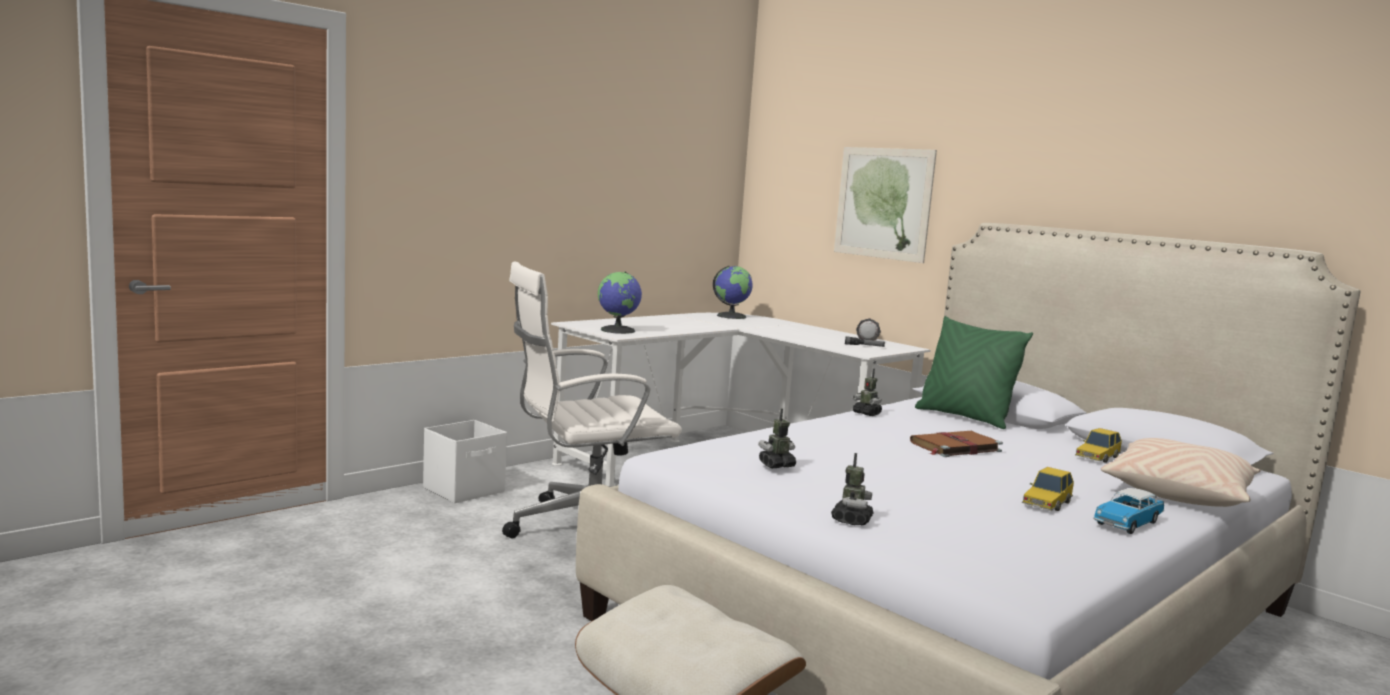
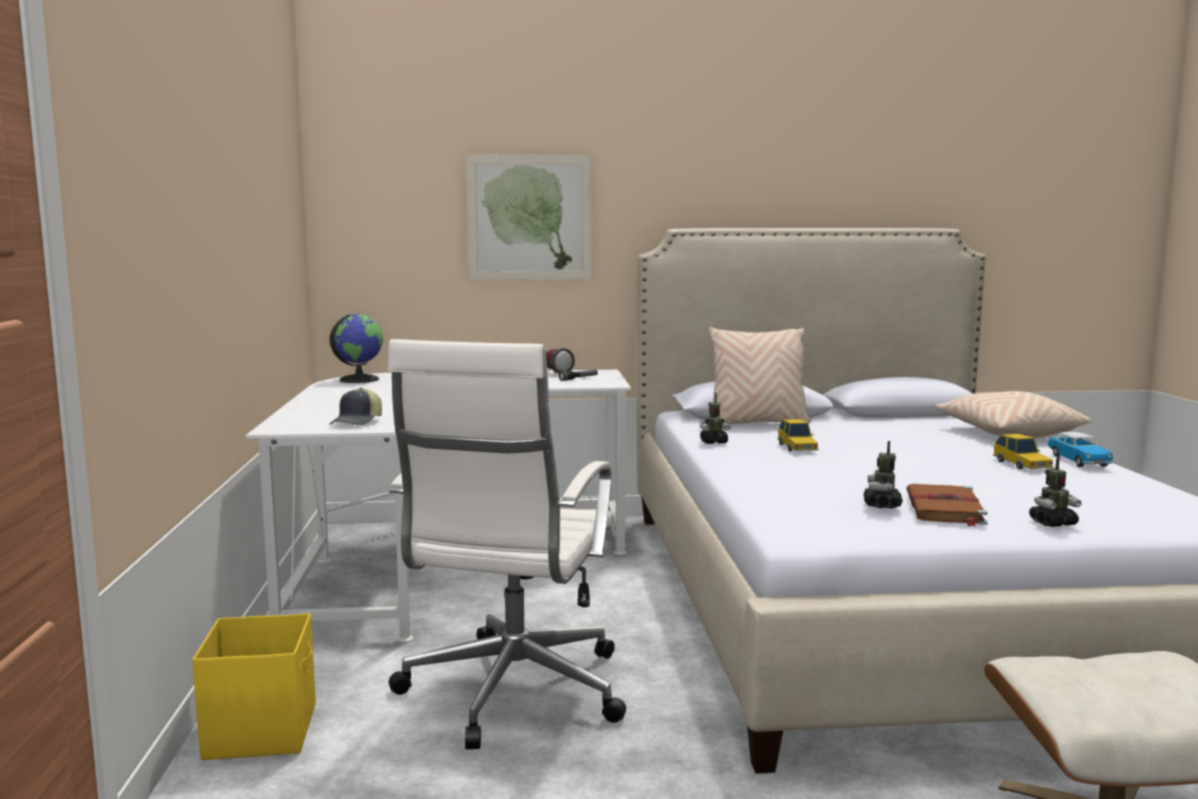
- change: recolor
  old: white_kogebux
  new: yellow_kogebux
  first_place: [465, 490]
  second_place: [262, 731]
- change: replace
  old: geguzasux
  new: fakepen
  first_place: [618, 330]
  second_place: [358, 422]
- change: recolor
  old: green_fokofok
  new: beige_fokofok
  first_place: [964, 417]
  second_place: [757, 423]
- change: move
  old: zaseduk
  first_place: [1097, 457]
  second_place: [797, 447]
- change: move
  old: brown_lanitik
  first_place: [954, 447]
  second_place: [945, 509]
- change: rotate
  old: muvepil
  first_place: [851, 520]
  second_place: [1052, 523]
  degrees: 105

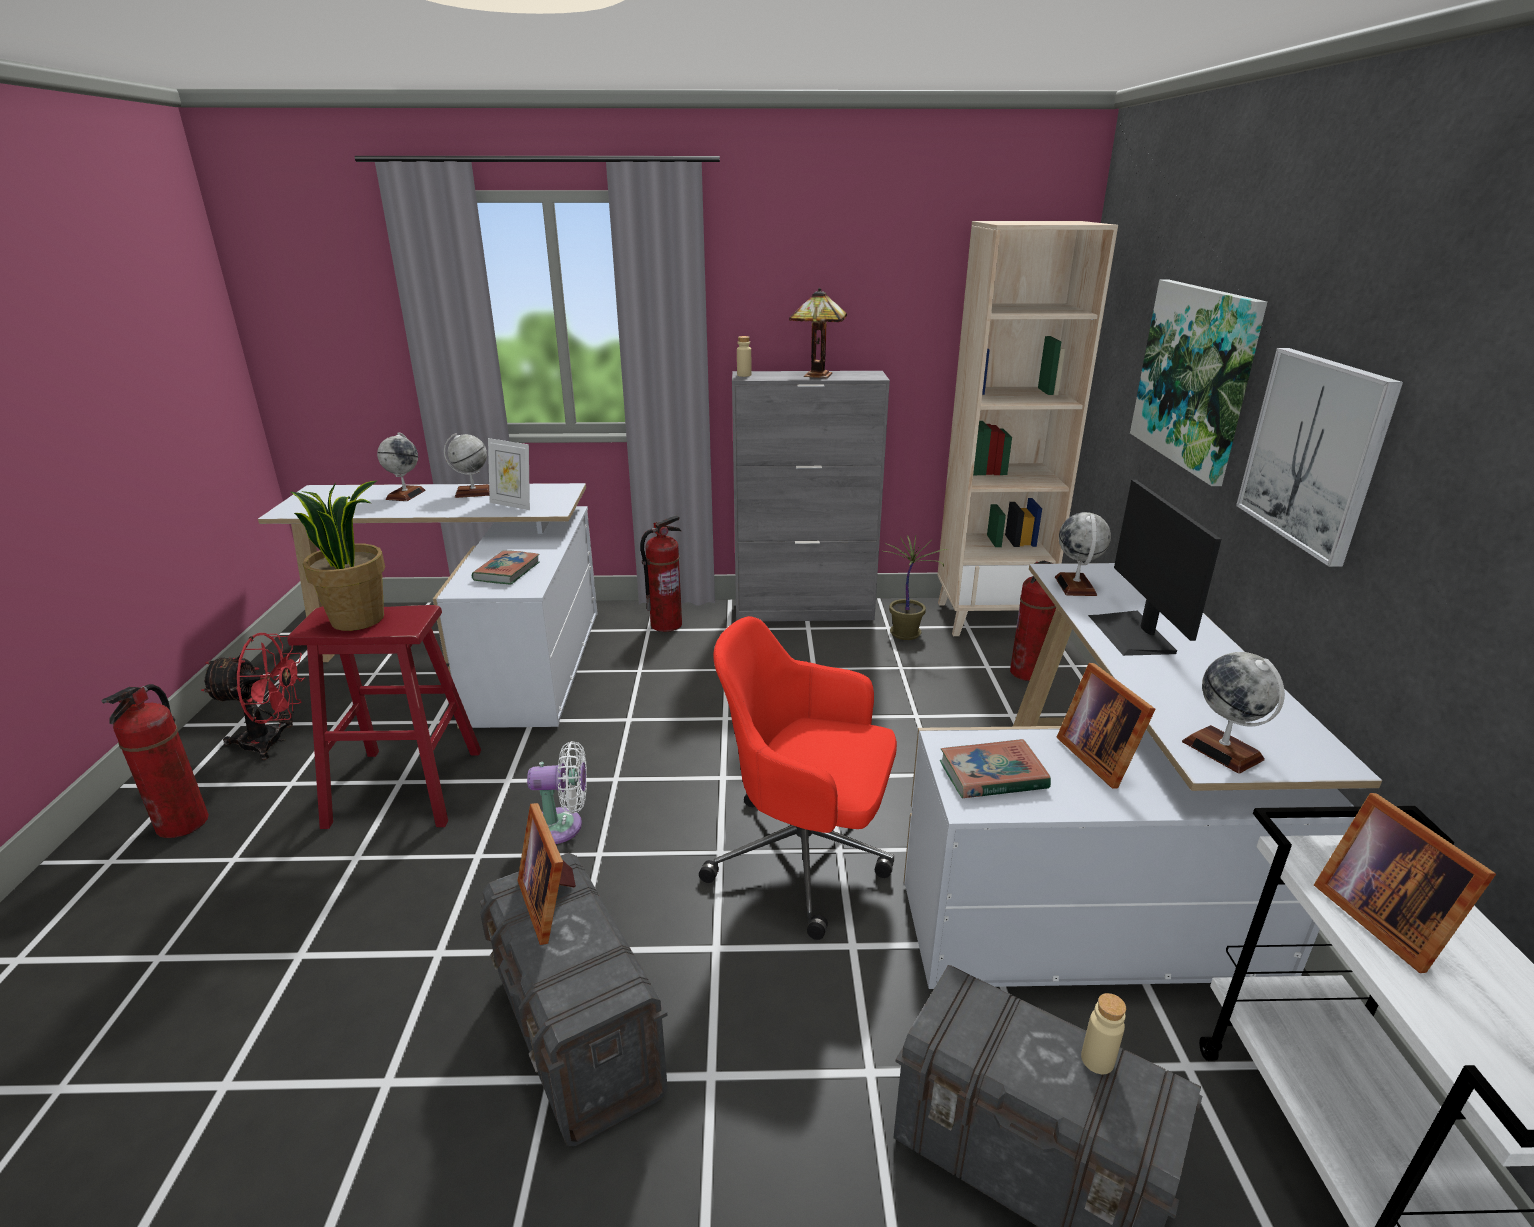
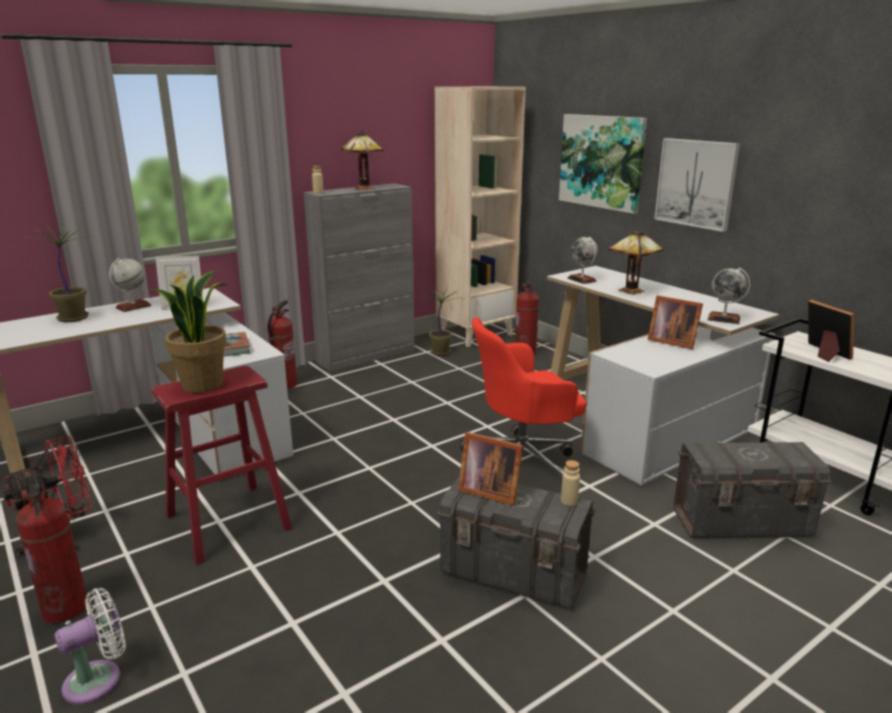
- change: replace
  old: geguzasux
  new: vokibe
  first_place: [405, 495]
  second_place: [74, 318]
- change: move
  old: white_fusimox
  first_place: [562, 826]
  second_place: [98, 679]
- change: move
  old: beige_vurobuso
  first_place: [1097, 1060]
  second_place: [569, 501]
- change: replace
  old: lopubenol
  new: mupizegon
  first_place: [1133, 634]
  second_place: [633, 291]
- change: rotate
  old: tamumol
  first_place: [1380, 917]
  second_place: [824, 353]
  degrees: -150
- change: delete
  old: lanitik
  first_place: [992, 775]

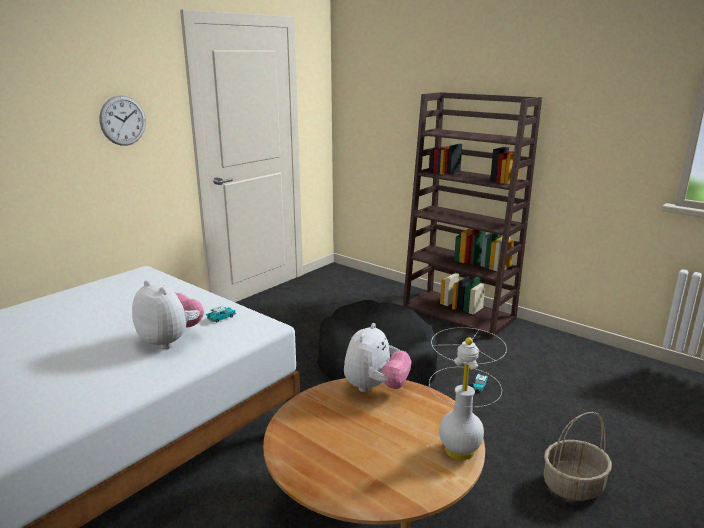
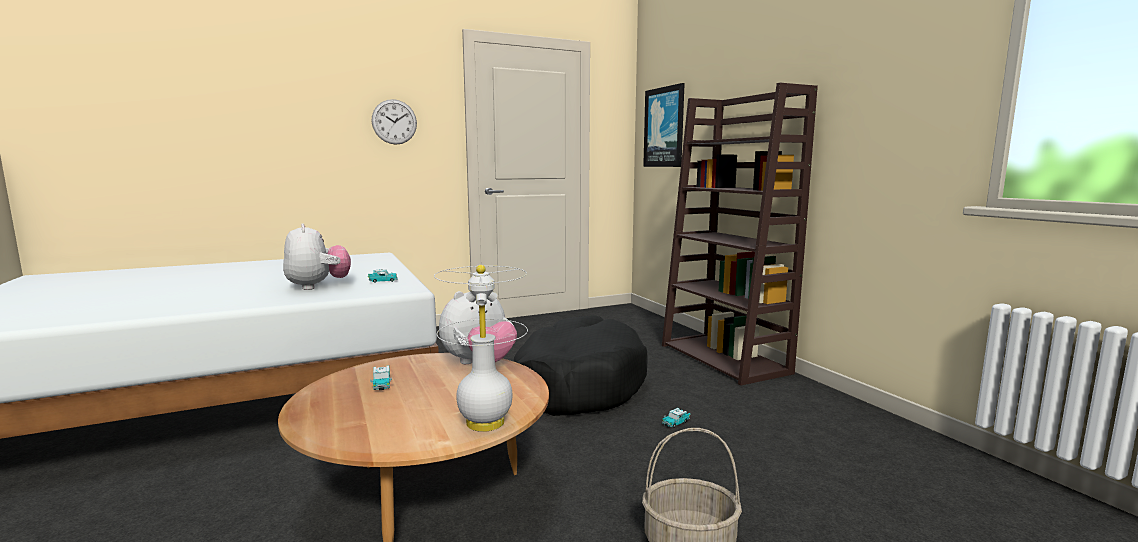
- change: insert
  new: zaseduk
  second_place: [382, 384]
- change: insert
  new: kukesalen
  second_place: [664, 127]

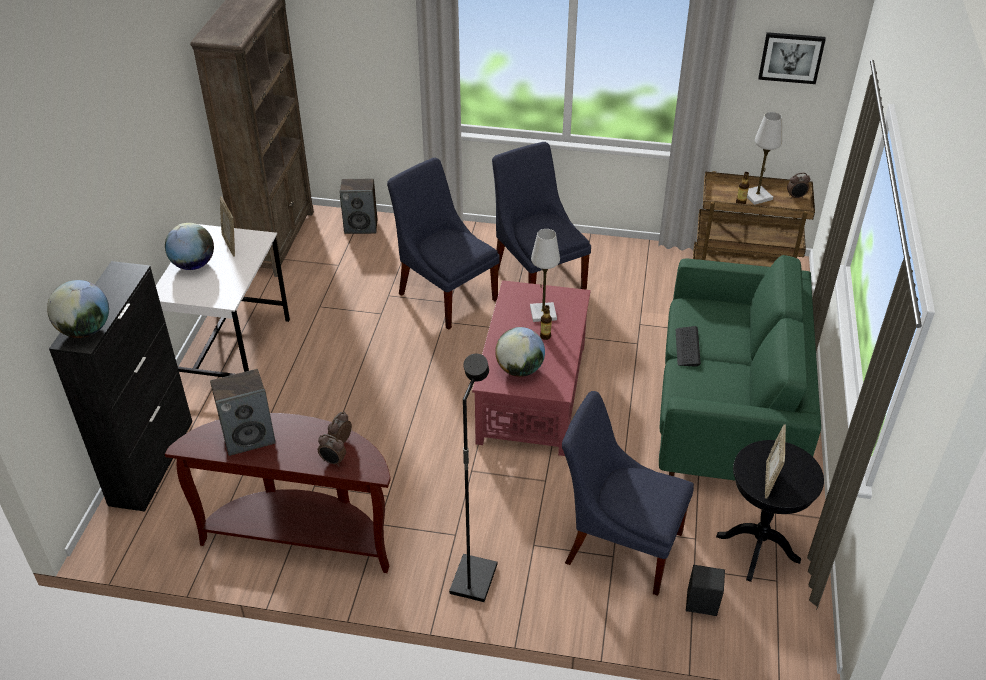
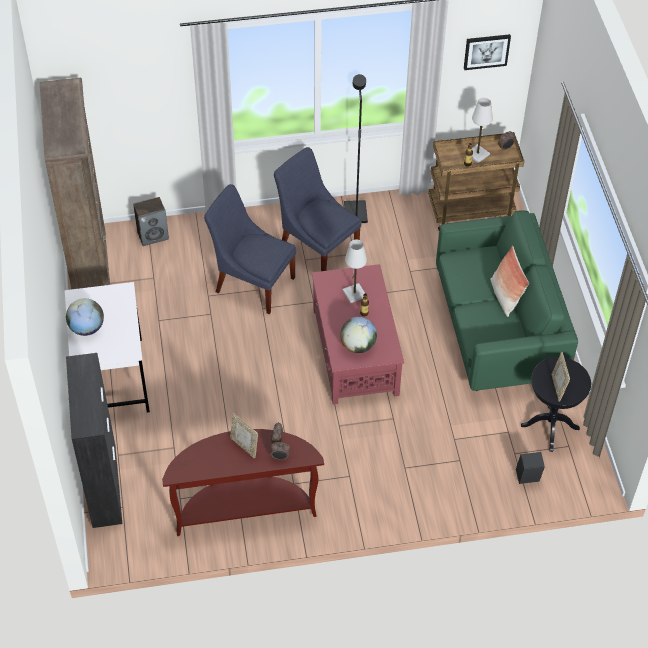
- change: move
  old: tamumol
  first_place: [231, 244]
  second_place: [244, 446]
- change: move
  old: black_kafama
  first_place: [472, 579]
  second_place: [354, 213]
- change: insert
  new: fokofok
  second_place: [505, 297]
- change: delete
  old: geguzasux
  first_place: [85, 330]
- change: delete
  old: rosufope
  first_place: [249, 437]
- change: delete
  old: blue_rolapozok
  first_place: [619, 544]
- change: delete
  old: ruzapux
  first_place: [687, 347]

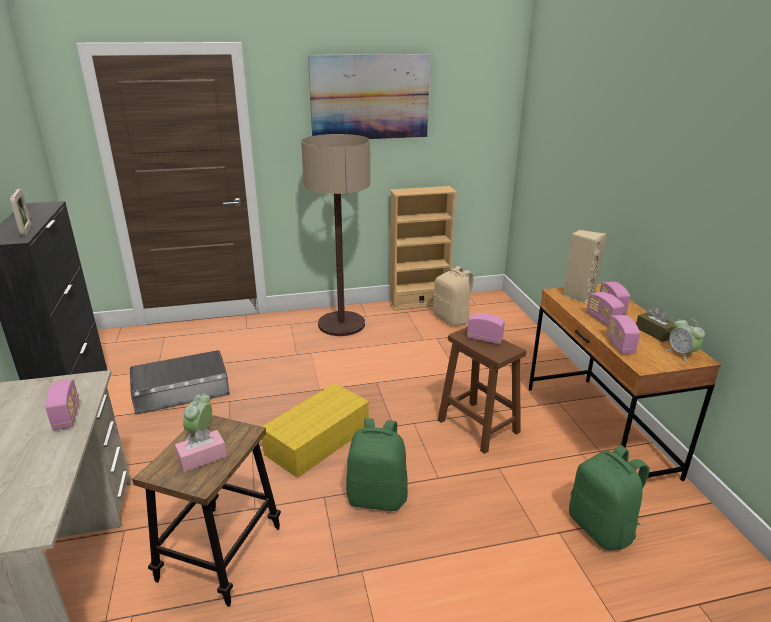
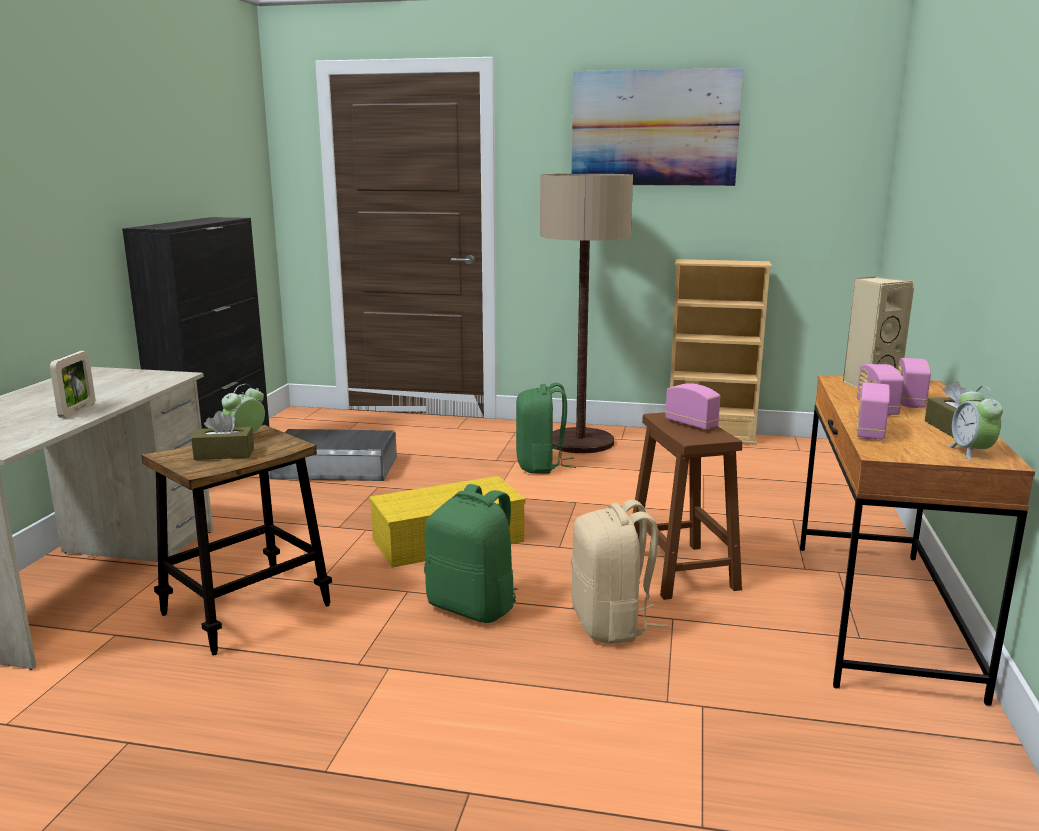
- change: move
  old: tamumol
  first_place: [26, 230]
  second_place: [77, 411]
- change: recolor
  old: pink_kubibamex
  new: brown_kubibamex
  first_place: [202, 458]
  second_place: [224, 454]
- change: move
  old: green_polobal
  first_place: [602, 528]
  second_place: [541, 466]
- change: move
  old: beige_polobal
  first_place: [452, 319]
  second_place: [612, 624]
- change: delete
  old: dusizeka
  first_place: [67, 416]

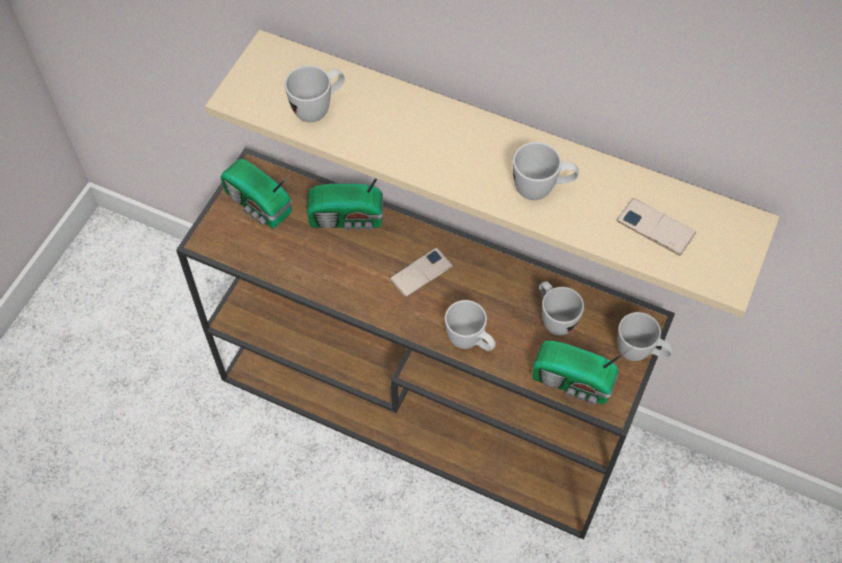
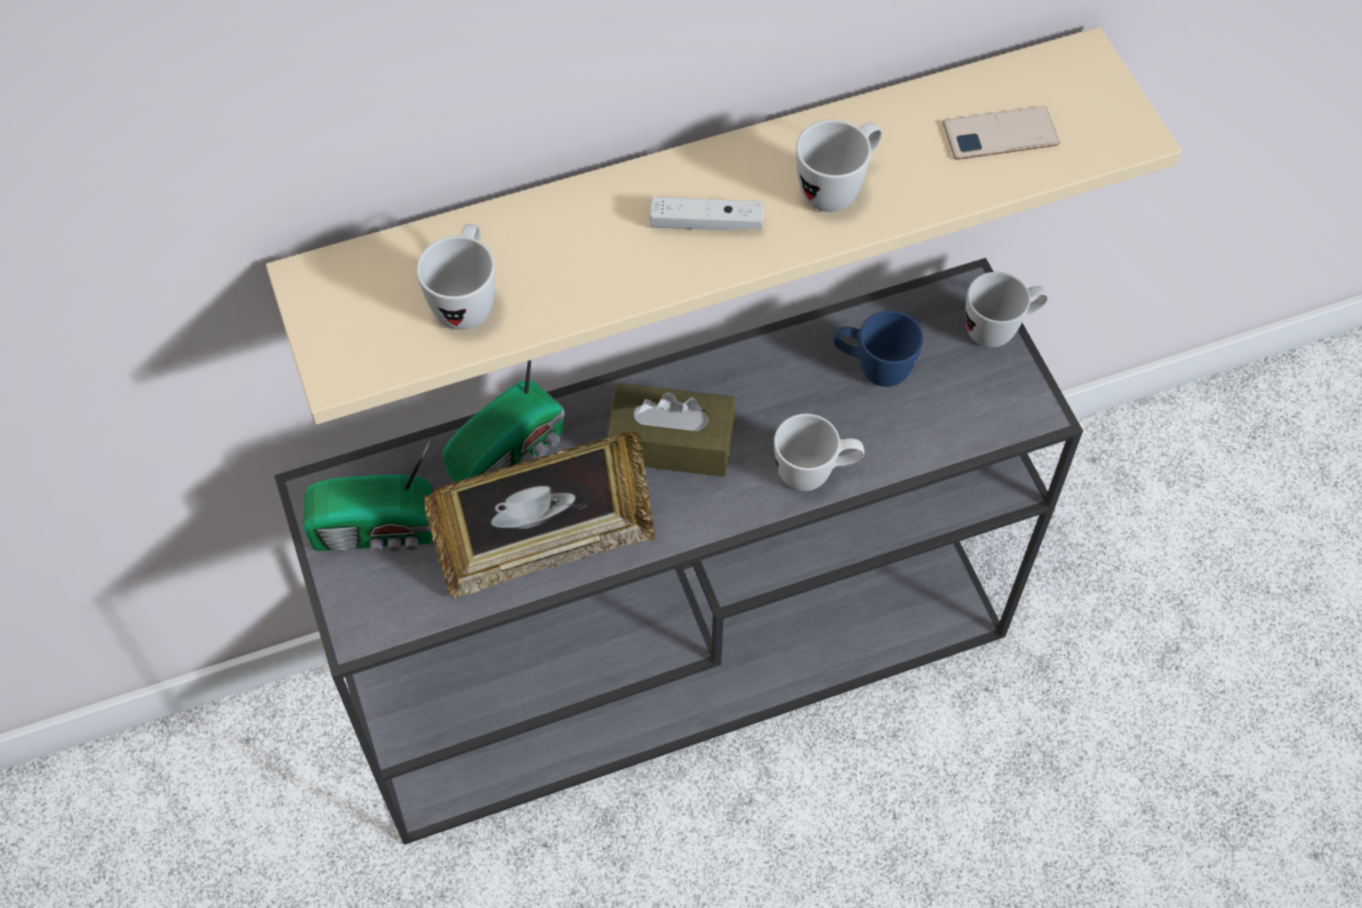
- change: recolor
  old: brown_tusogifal
  new: grey_tusogifal
  first_place: [425, 407]
  second_place: [686, 651]
- change: insert
  new: tamumol
  second_place: [547, 550]
- change: replace
  old: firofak
  new: brown_kubibamex
  first_place: [421, 272]
  second_place: [671, 443]
- change: insert
  new: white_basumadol
  second_place: [706, 223]
- change: recolor
  old: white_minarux
  new: blue_minarux
  first_place: [554, 318]
  second_place: [872, 369]
- change: delete
  old: dusizeka
  first_place: [574, 383]

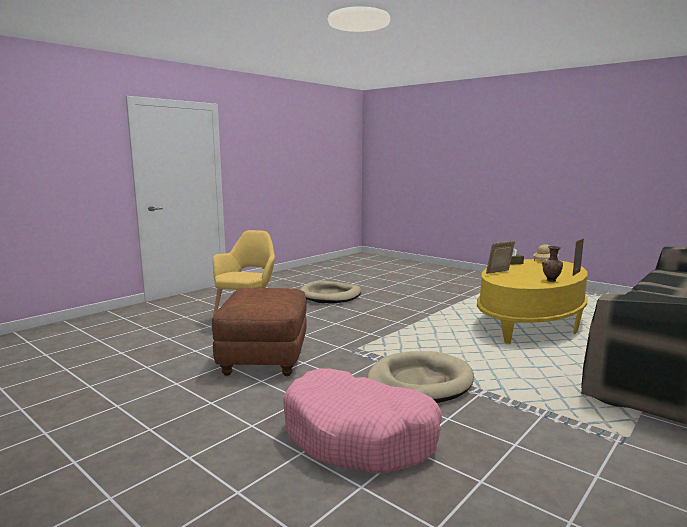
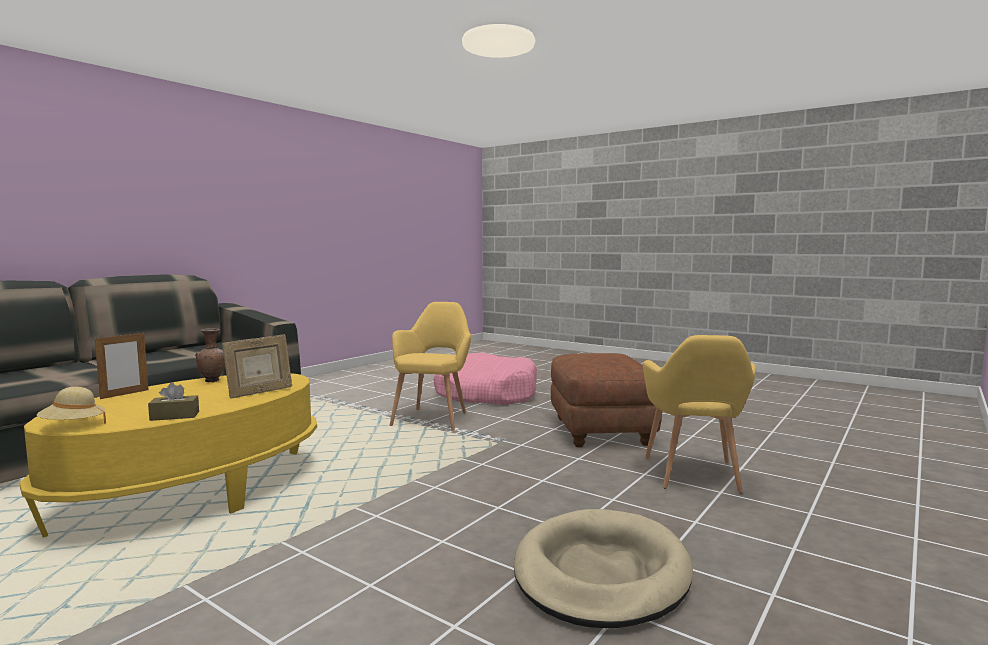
- change: replace
  old: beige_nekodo
  new: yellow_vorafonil
  first_place: [419, 382]
  second_place: [434, 418]

